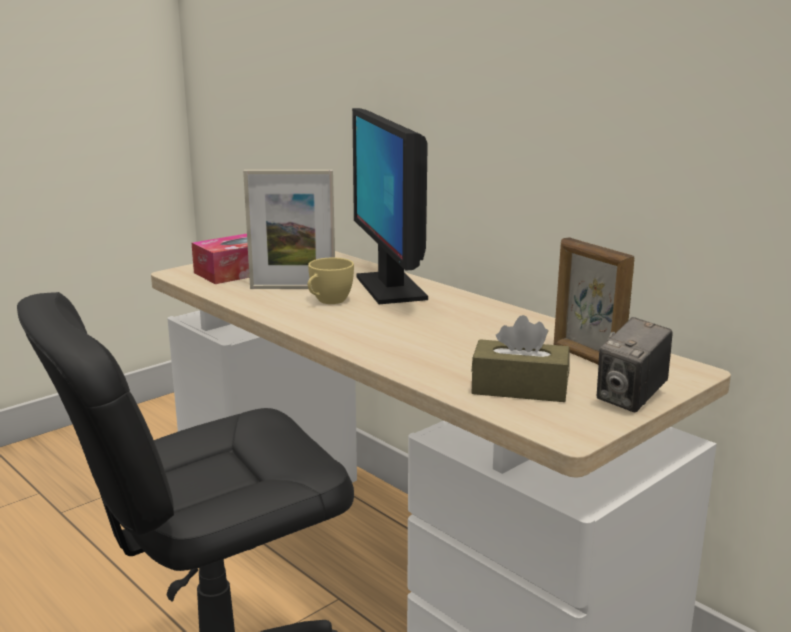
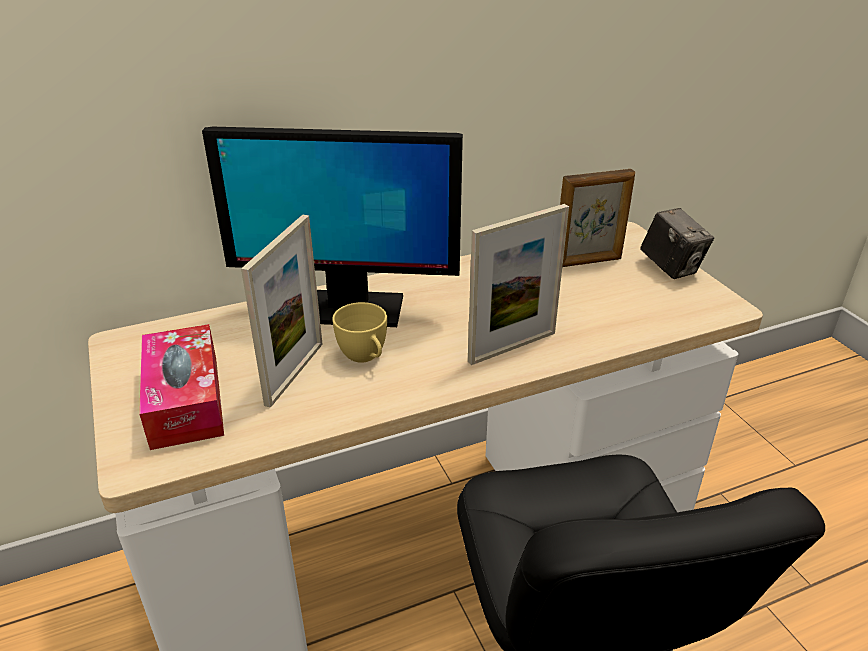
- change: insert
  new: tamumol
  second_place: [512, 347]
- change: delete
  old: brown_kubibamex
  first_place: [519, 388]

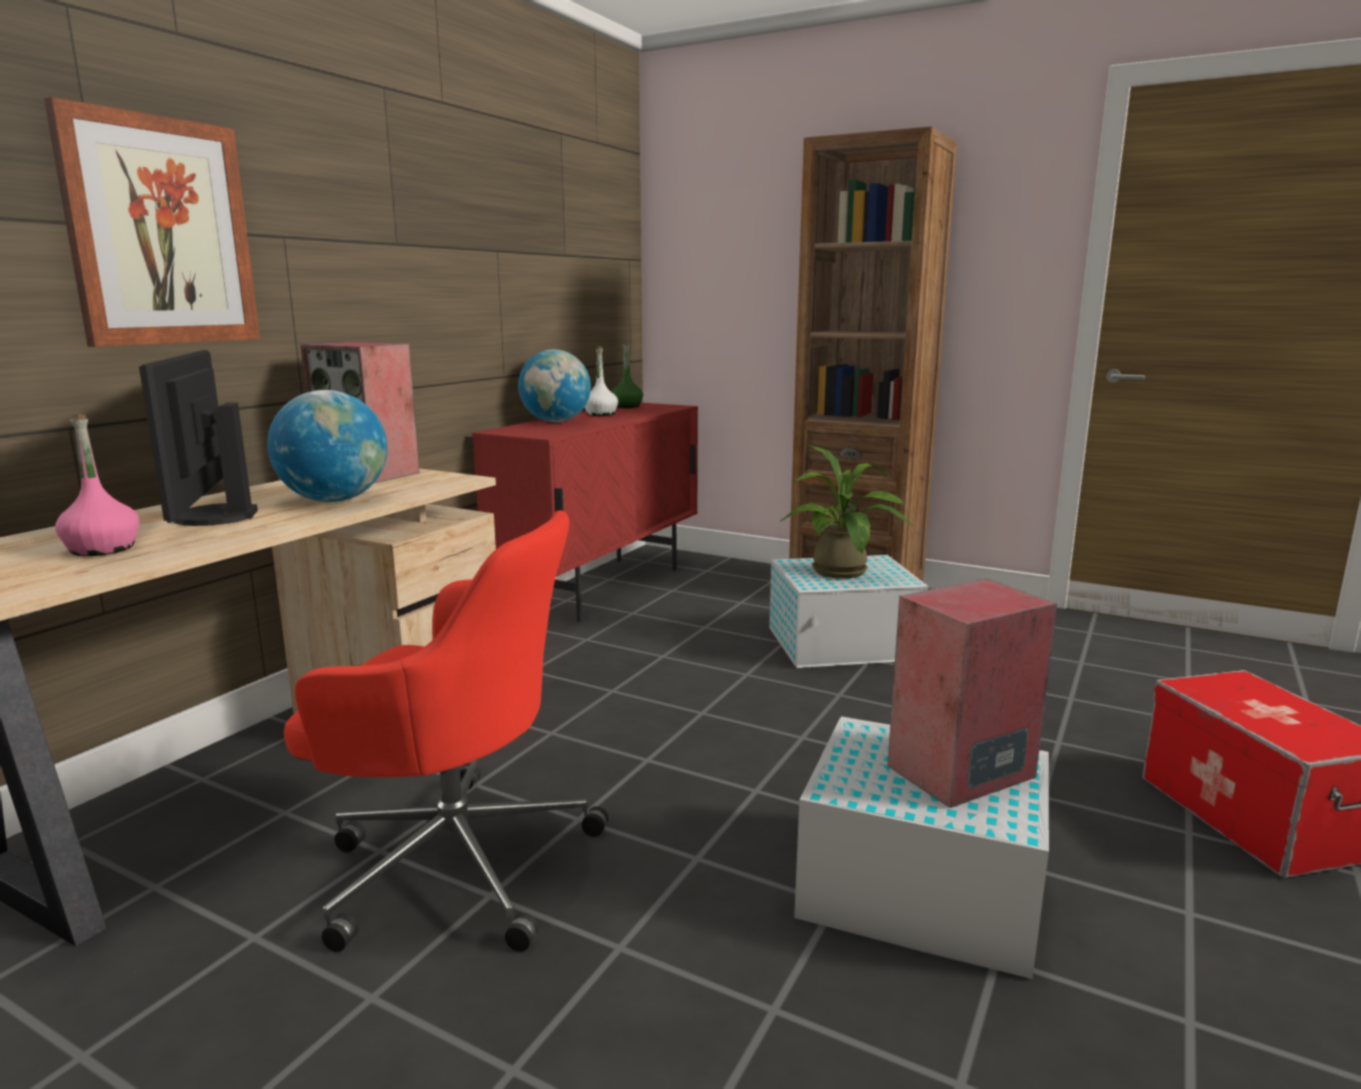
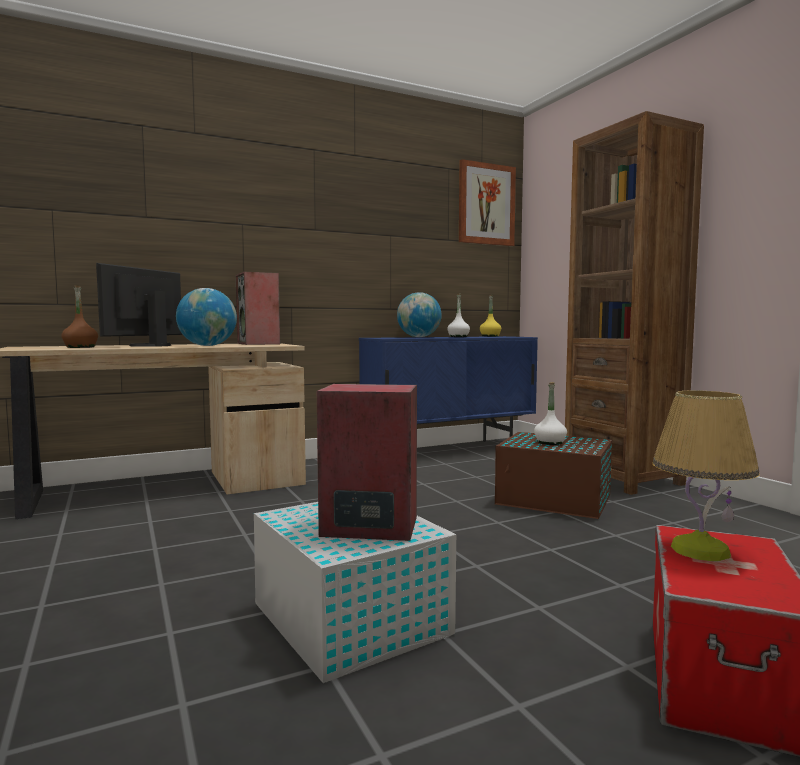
- change: recolor
  old: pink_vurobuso
  new: brown_vurobuso
  first_place: [102, 549]
  second_place: [80, 347]
- change: recolor
  old: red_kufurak
  new: blue_kufurak
  first_place: [601, 588]
  second_place: [449, 451]
- change: move
  old: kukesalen
  first_place: [160, 232]
  second_place: [486, 204]
- change: recolor
  old: green_vurobuso
  new: yellow_vurobuso
  first_place: [626, 406]
  second_place: [490, 336]
- change: recolor
  old: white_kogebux
  new: brown_kogebux
  first_place: [844, 644]
  second_place: [555, 500]
- change: replace
  old: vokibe
  new: white_vurobuso
  first_place: [843, 574]
  second_place: [550, 442]
- change: insert
  new: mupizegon
  second_place: [699, 550]
- change: delete
  old: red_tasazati
  first_place: [455, 861]

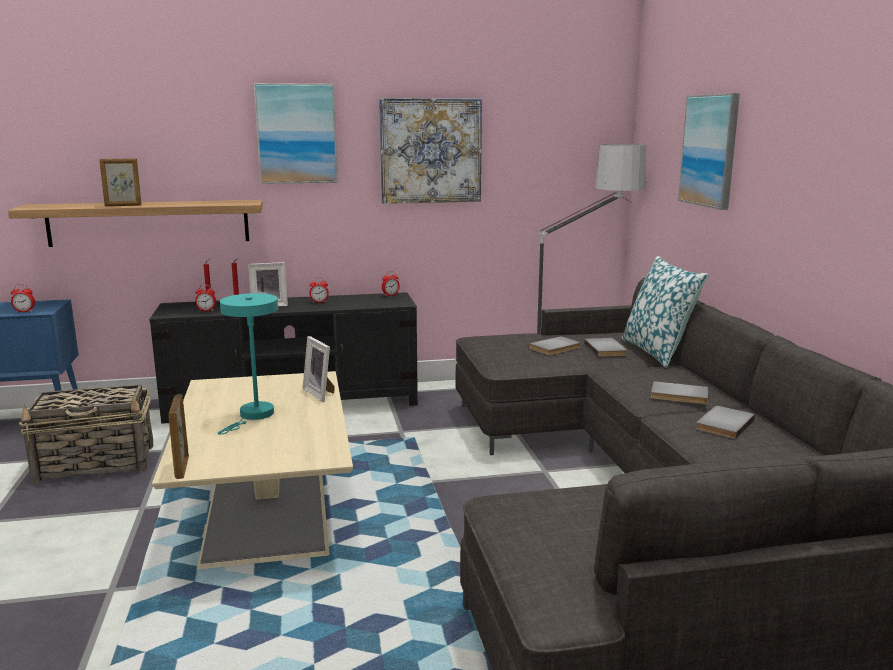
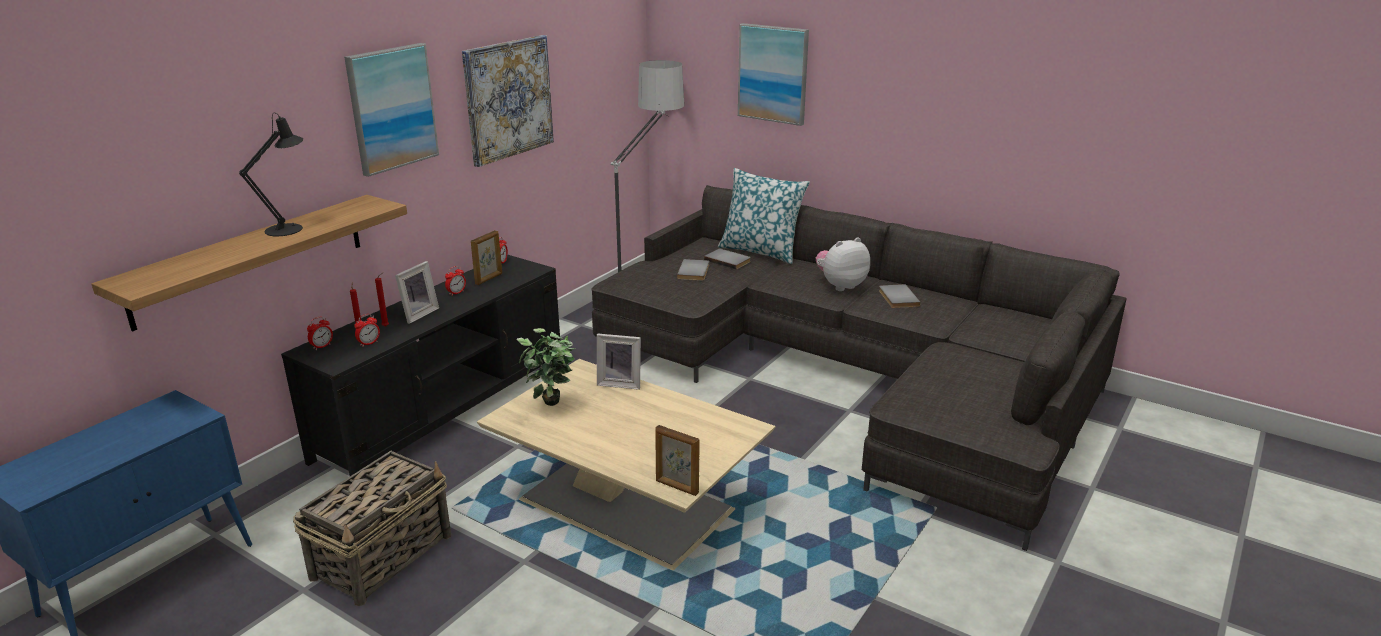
- change: insert
  new: black_mupizegon
  second_place: [289, 228]
- change: move
  old: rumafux
  first_place: [24, 311]
  second_place: [322, 346]
- change: move
  old: tamumol
  first_place: [123, 205]
  second_place: [489, 279]
- change: insert
  new: vokibe
  second_place: [552, 408]
- change: replace
  old: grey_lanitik
  new: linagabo
  first_place: [679, 396]
  second_place: [840, 285]
- change: delete
  old: turquoise_mupizegon
  first_place: [254, 416]

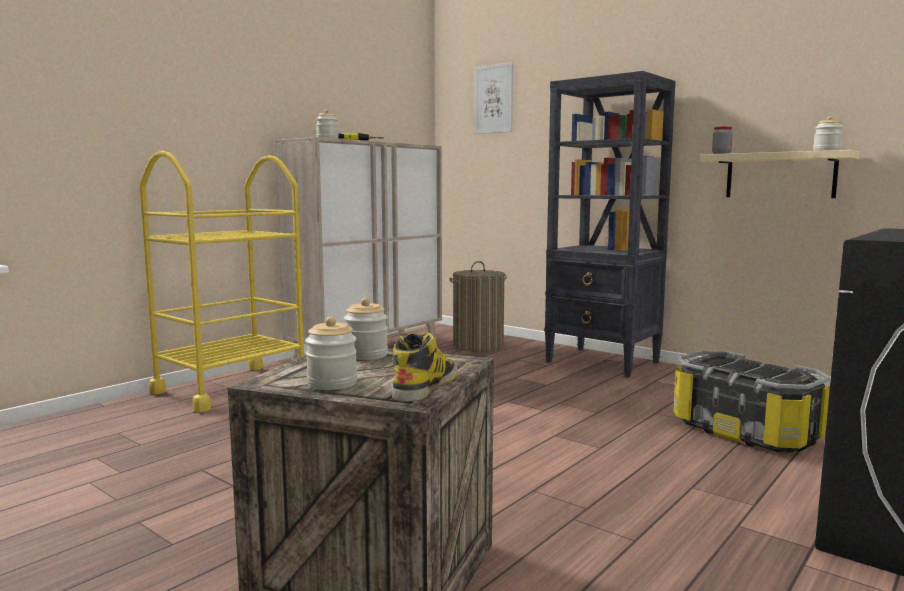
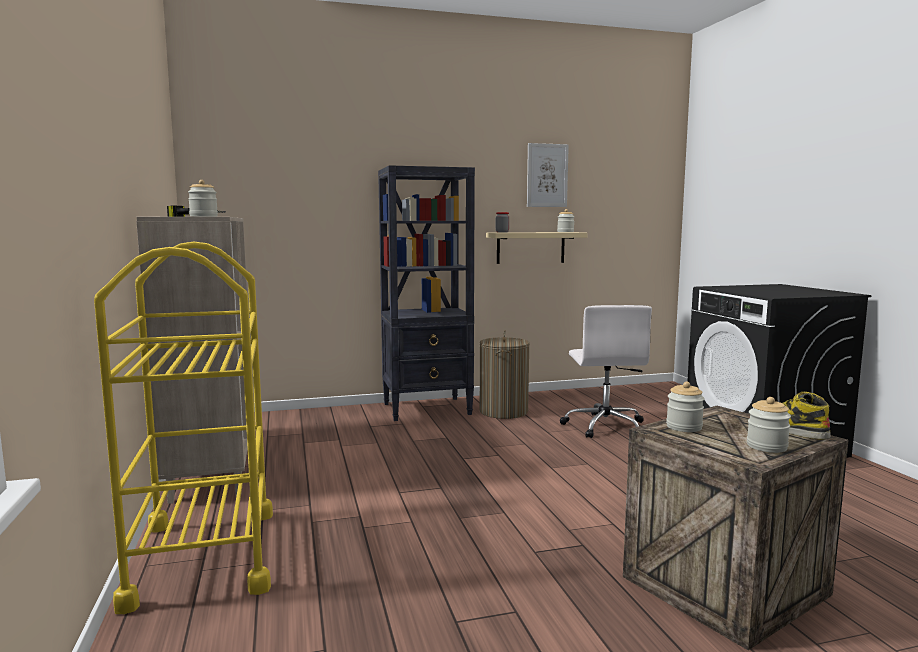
- change: move
  old: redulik
  first_place: [478, 346]
  second_place: [503, 411]
- change: move
  old: kukesalen
  first_place: [493, 99]
  second_place: [547, 175]
- change: replace
  old: kogebux
  new: white_tasazati
  first_place: [744, 432]
  second_place: [604, 426]

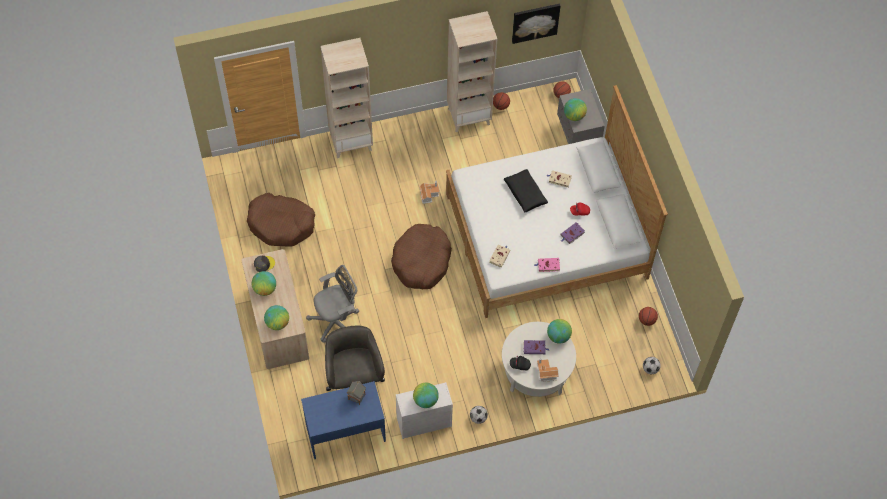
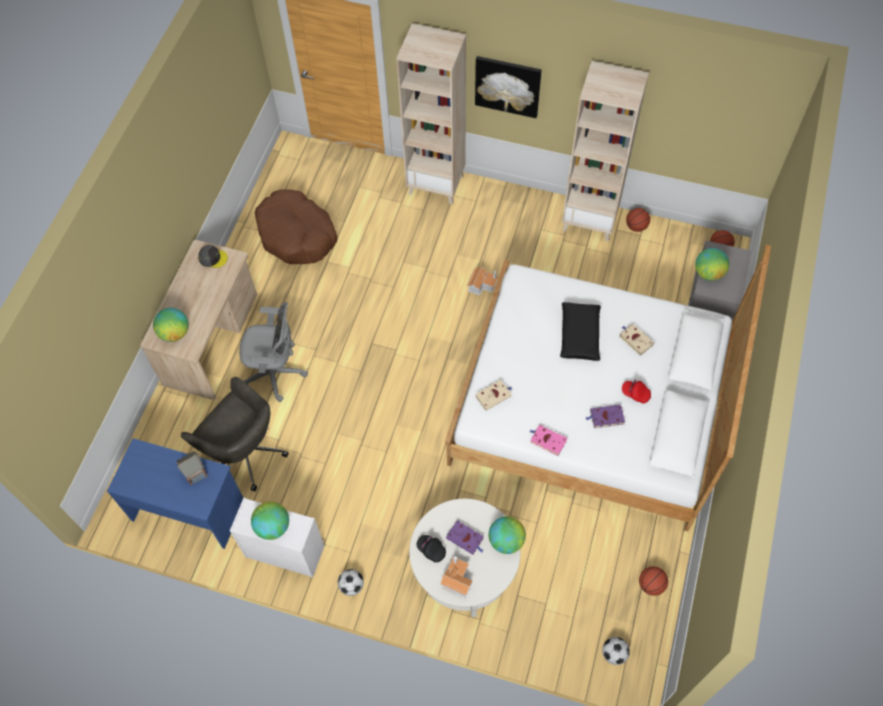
- change: rotate
  old: grey_tasazati
  first_place: [354, 379]
  second_place: [244, 452]
  degrees: 105
- change: move
  old: kukesalen
  first_place: [535, 22]
  second_place: [507, 86]
- change: delete
  old: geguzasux
  first_place: [265, 289]
- change: delete
  old: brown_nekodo
  first_place: [421, 261]

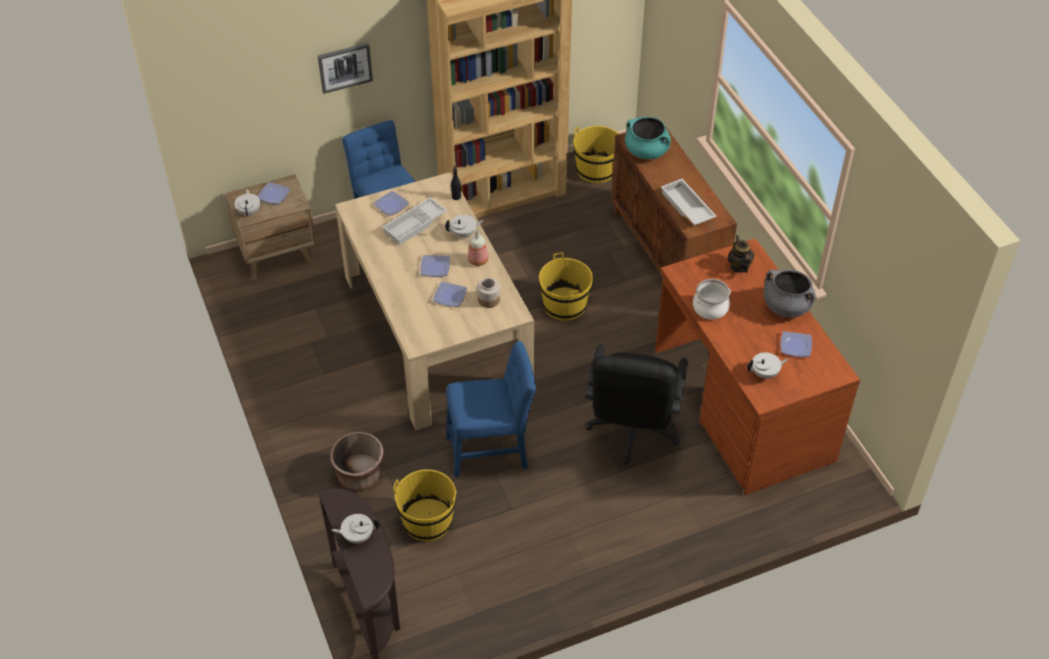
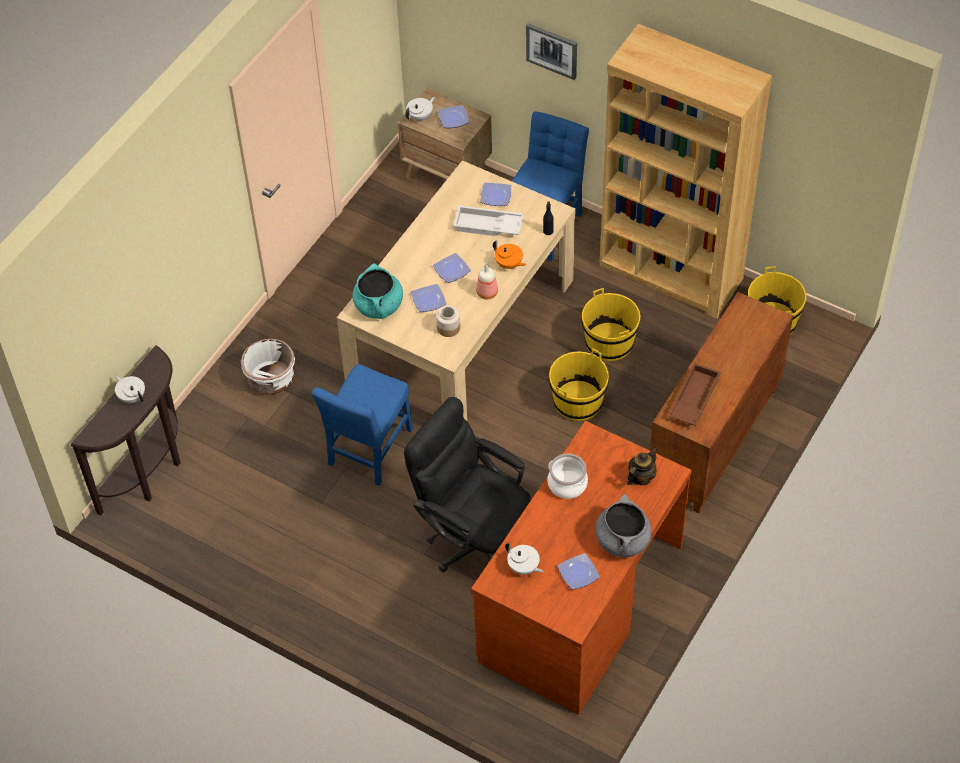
- change: recolor
  old: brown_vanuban
  new: white_vanuban
  first_place: [359, 474]
  second_place: [271, 380]
- change: rotate
  old: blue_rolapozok
  first_place: [491, 450]
  second_place: [369, 451]
  degrees: 75
- change: move
  old: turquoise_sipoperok
  first_place: [647, 151]
  second_place: [379, 306]
- change: rotate
  old: black_tasazati
  first_place: [632, 432]
  second_place: [474, 538]
  degrees: 60
- change: recolor
  old: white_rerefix
  new: orange_rerefix
  first_place: [464, 234]
  second_place: [509, 264]
- change: move
  old: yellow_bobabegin
  first_place: [427, 520]
  second_place: [609, 342]
- change: recolor
  old: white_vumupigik
  new: brown_vumupigik
  first_place: [686, 207]
  second_place: [693, 398]

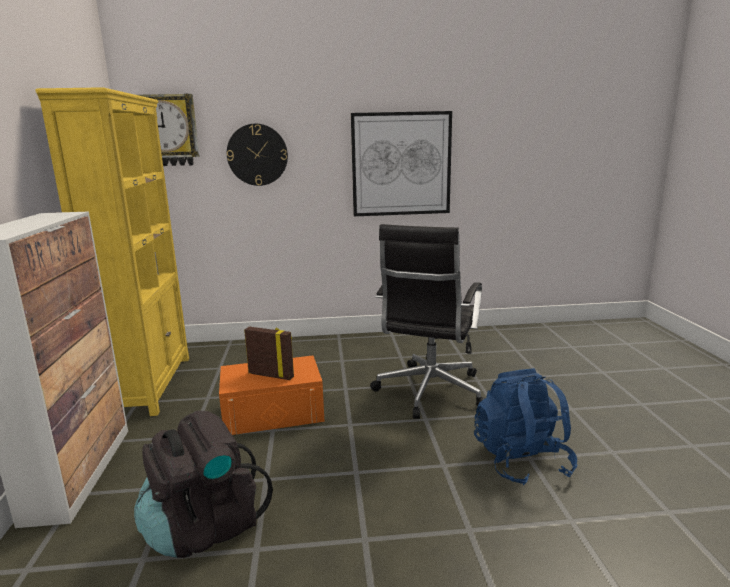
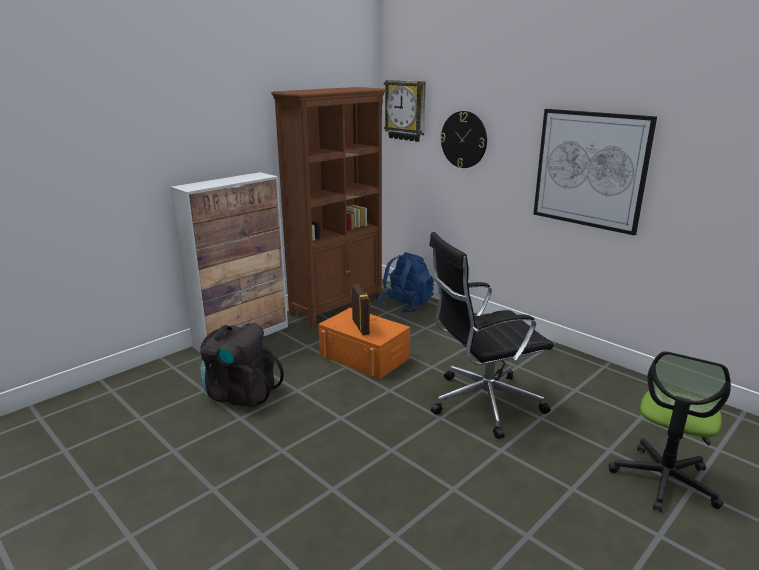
- change: recolor
  old: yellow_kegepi
  new: brown_kegepi
  first_place: [151, 385]
  second_place: [337, 305]
- change: move
  old: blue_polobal
  first_place: [521, 461]
  second_place: [406, 305]
- change: insert
  new: tasazati
  second_place: [664, 480]

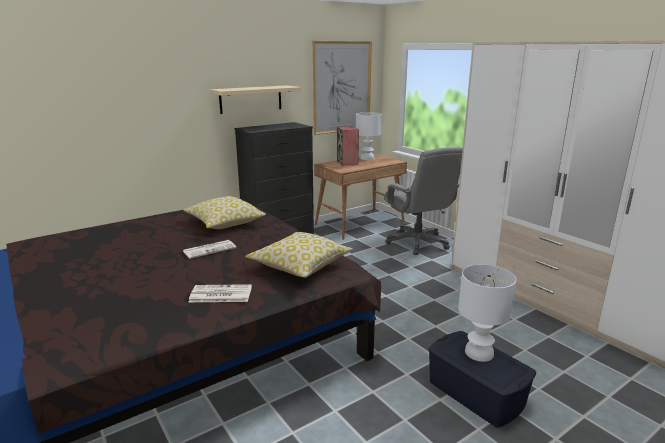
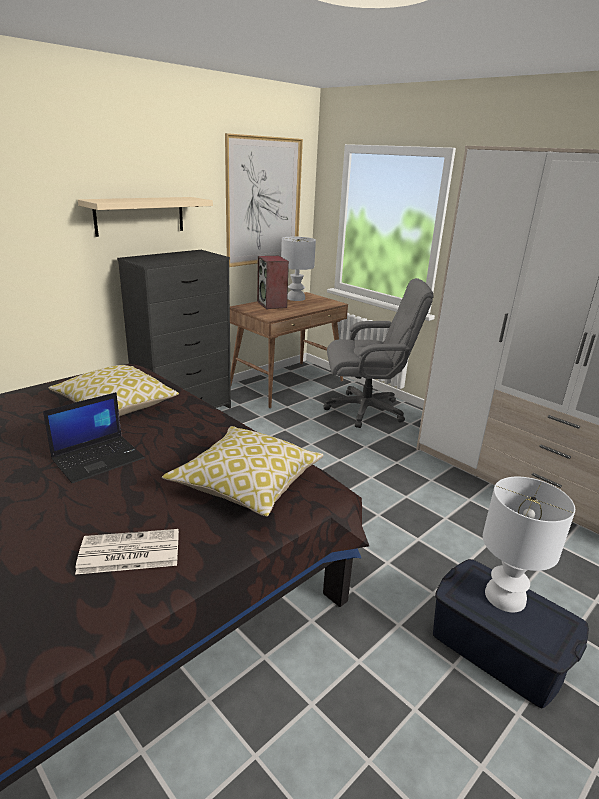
- change: replace
  old: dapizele
  new: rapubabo
  first_place: [210, 249]
  second_place: [99, 458]
- change: rotate
  old: grey_tasazati
  first_place: [418, 242]
  second_place: [366, 410]
  degrees: -60

